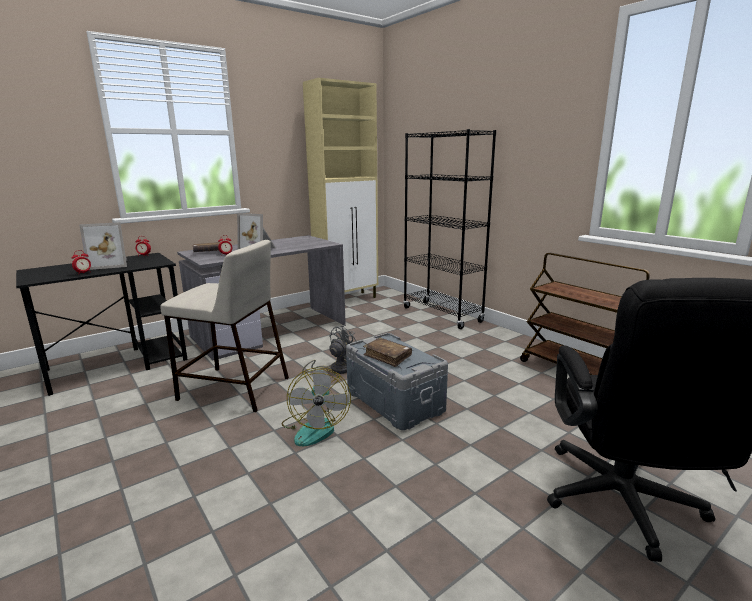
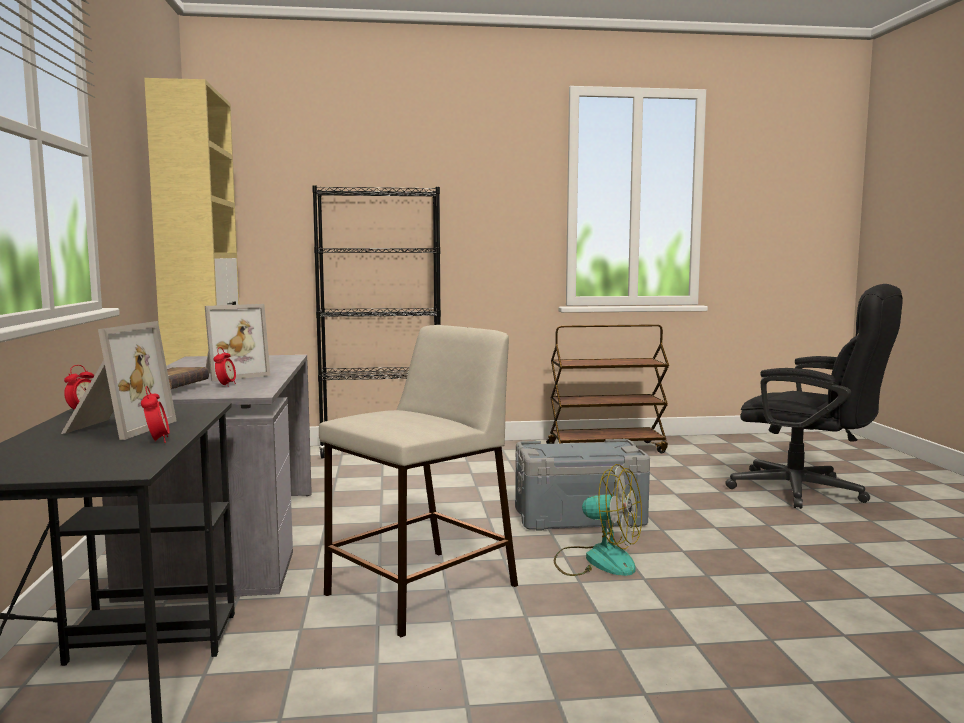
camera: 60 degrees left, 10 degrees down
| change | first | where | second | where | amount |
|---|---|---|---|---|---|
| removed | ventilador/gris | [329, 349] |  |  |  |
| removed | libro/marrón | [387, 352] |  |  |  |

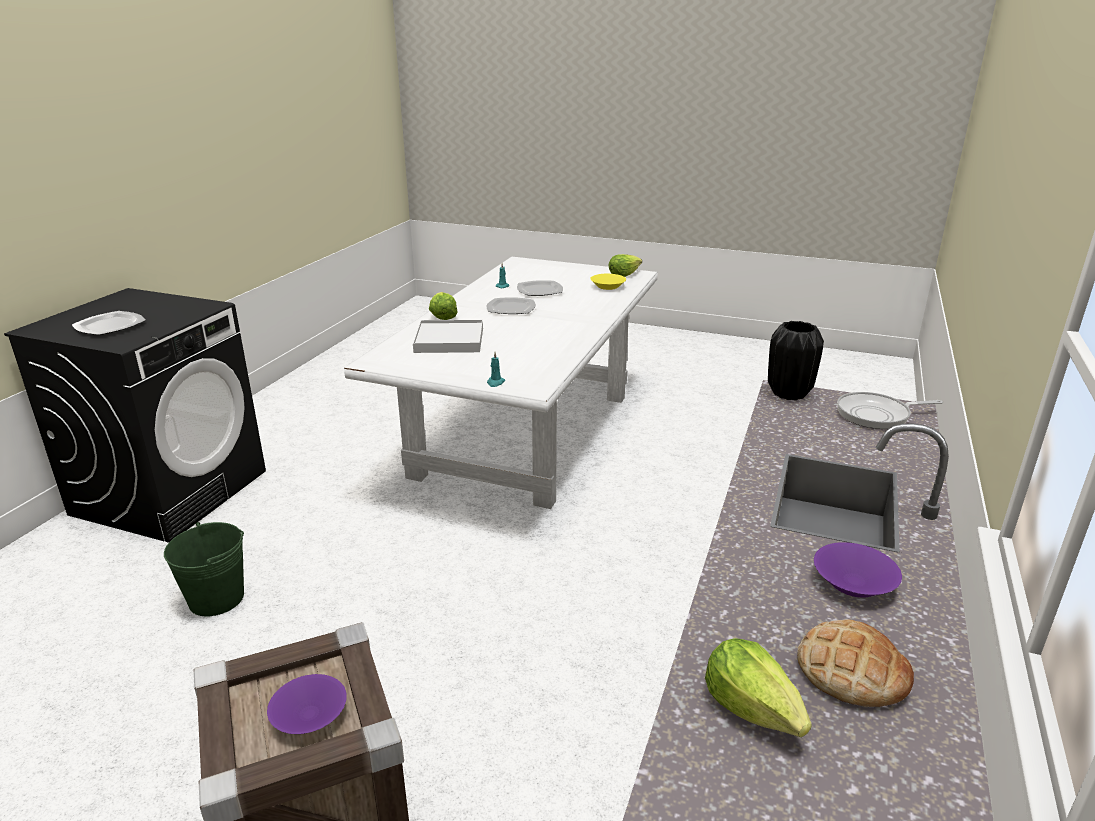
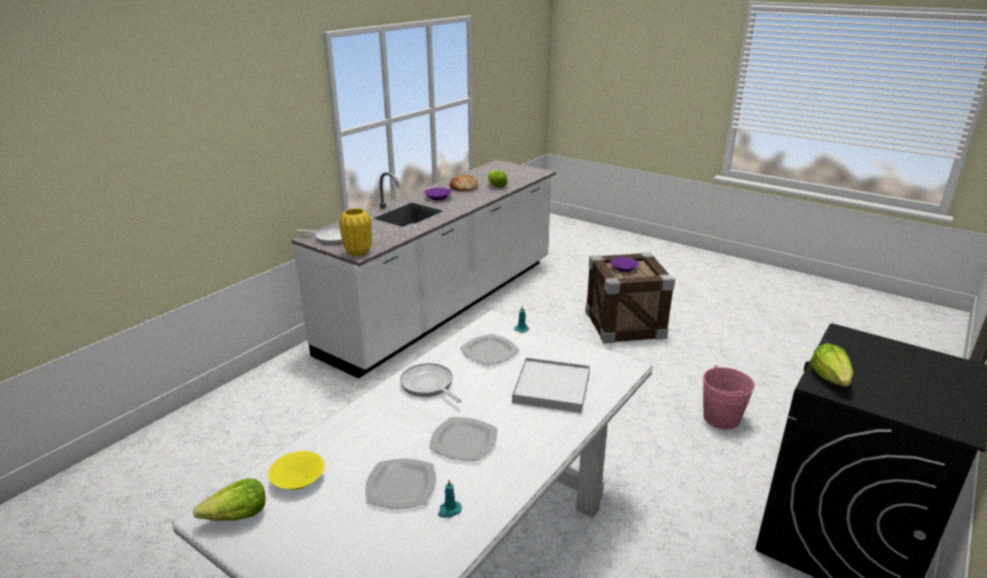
camera: 165 degrees left, 0 degrees up
| change | first | where | second | where | amount |
|---|---|---|---|---|---|
| added |  |  | sartén | [431, 383] |  |
| moved | plato | [109, 323] |  | [489, 350] |  |
| moved | lechuga | [443, 306] |  | [832, 365] |  |
| recoloured | cubo/verde | [204, 569] | cubo/rosa | [729, 397] |  |
| recoloured | florero/negro | [796, 360] | florero/amarillo | [355, 232] |  |

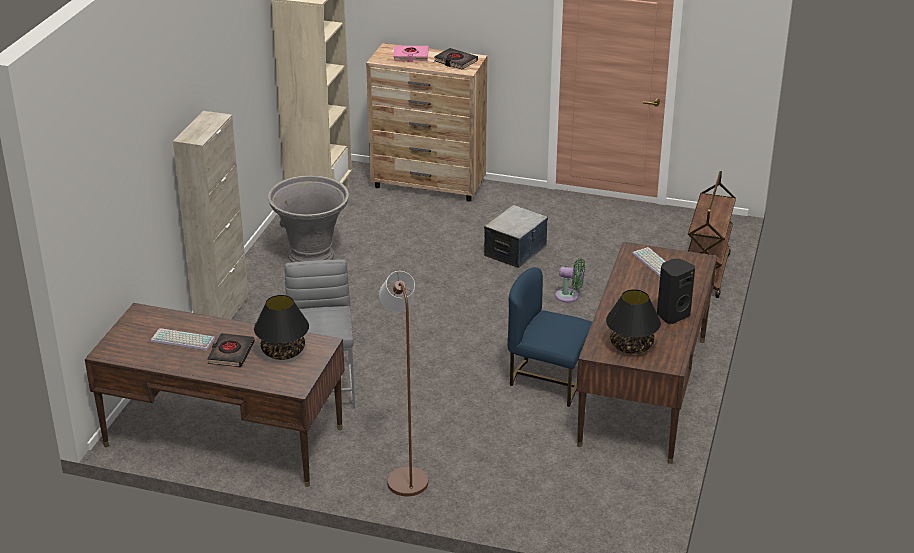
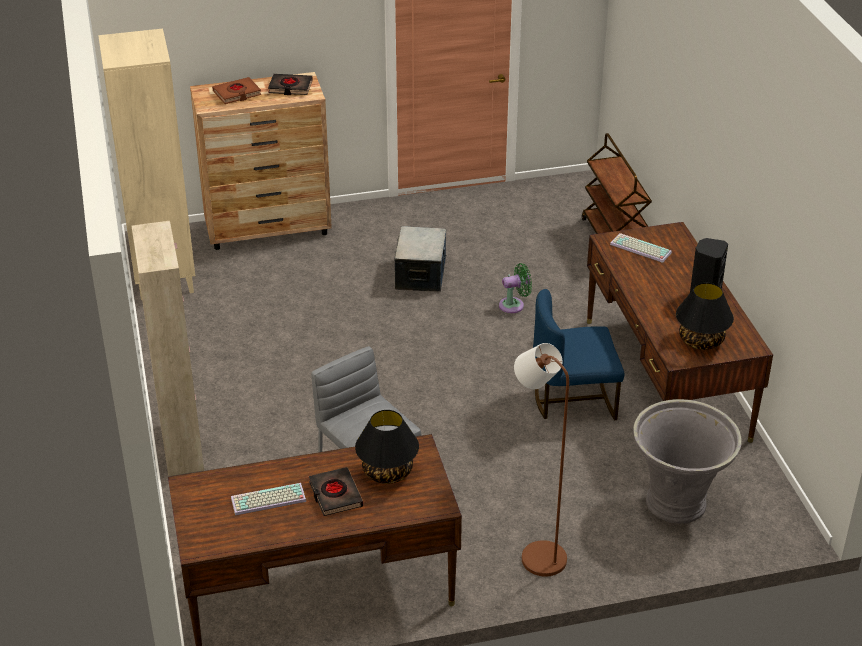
camera: 30 degrees left, 5 degrees up
| change | first | where | second | where | amount |
|---|---|---|---|---|---|
| moved | maceta/gris | [308, 218] |  | [687, 461] |  |
| recoloured | libro/rosa | [411, 54] | libro/marrón | [236, 90] |  |

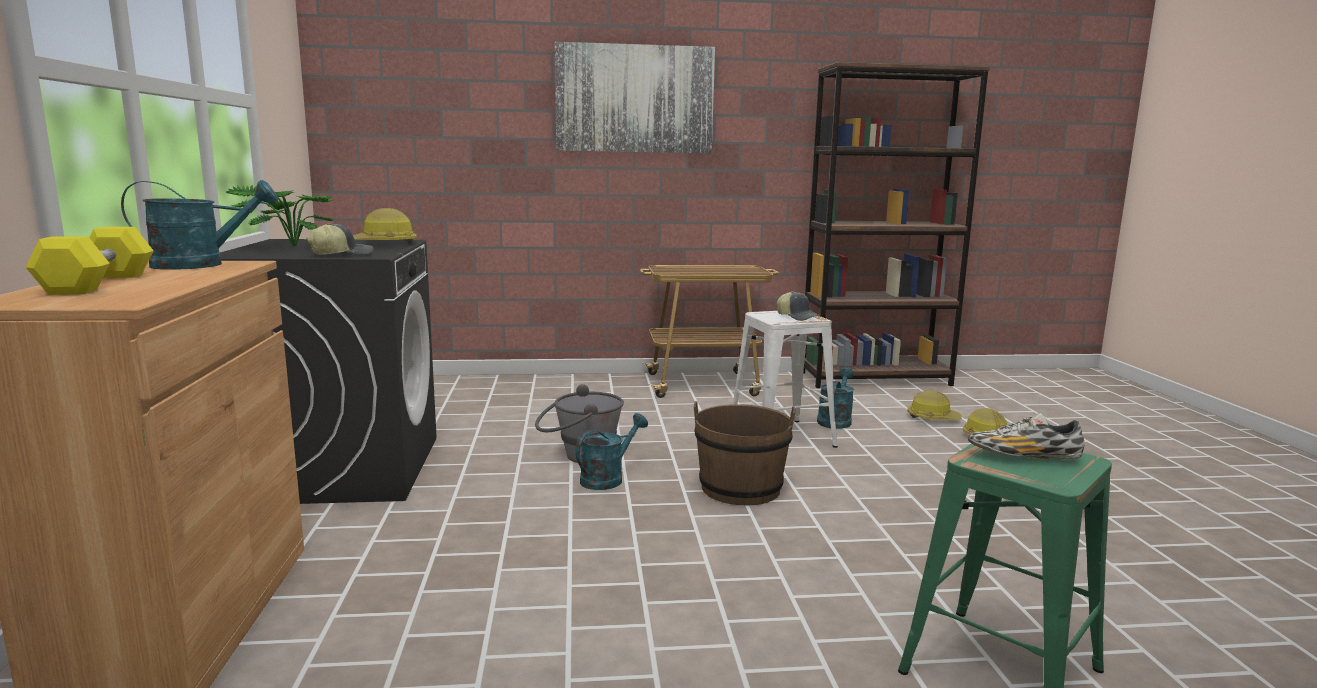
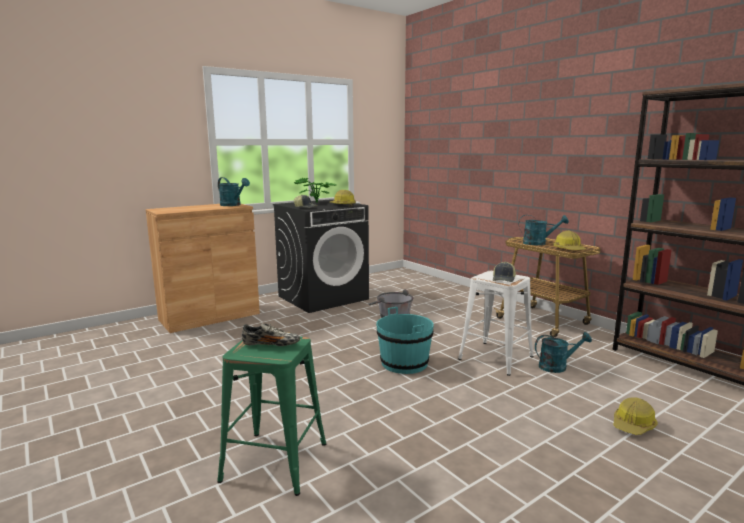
camera: 60 degrees right, 0 degrees up
| change | first | where | second | where | amount |
|---|---|---|---|---|---|
| removed | mancuerna/amarillo | [89, 261] |  |  |  |
| removed | cuadro | [635, 97] |  |  |  |
| moved | regadera/turquesa | [611, 451] |  | [544, 230] |  |
| moved | casco | [934, 405] |  | [569, 240] |  |
| recoloured | cubo/marrón | [745, 453] | cubo/turquesa | [405, 340] |  |
| turned | zapato | [1026, 436] |  | [271, 334] | 120 degrees clockwise |

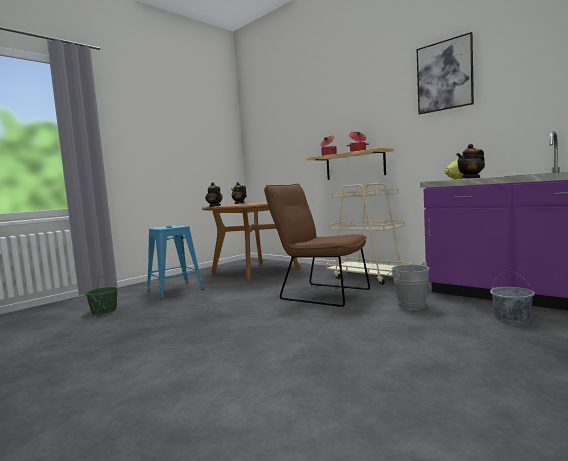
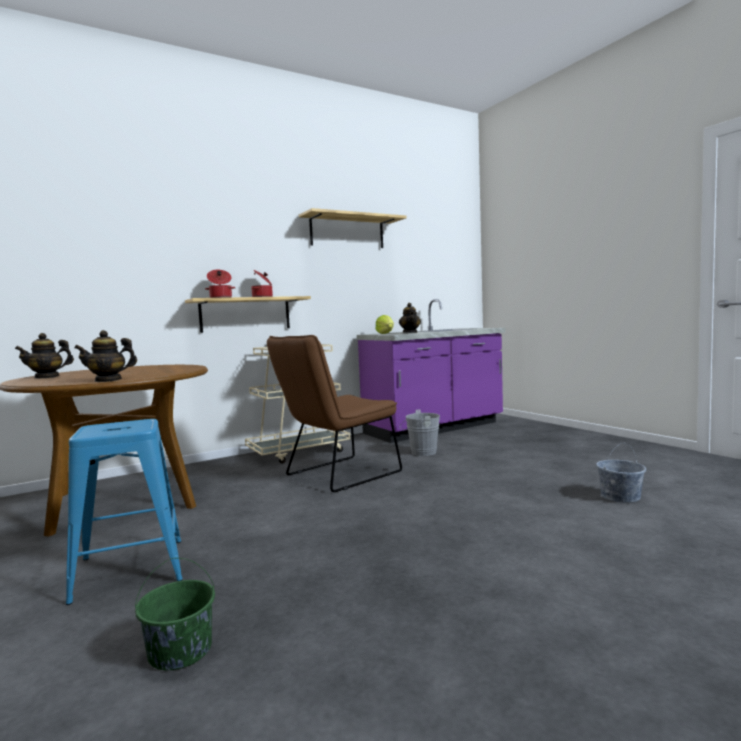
camera: 75 degrees left, 0 degrees up
| change | first | where | second | where | amount |
|---|---|---|---|---|---|
| moved | cubo/gris | [512, 297] |  | [621, 473] |  |
| replaced | cuadro | [445, 73] | estante | [352, 228] |  |

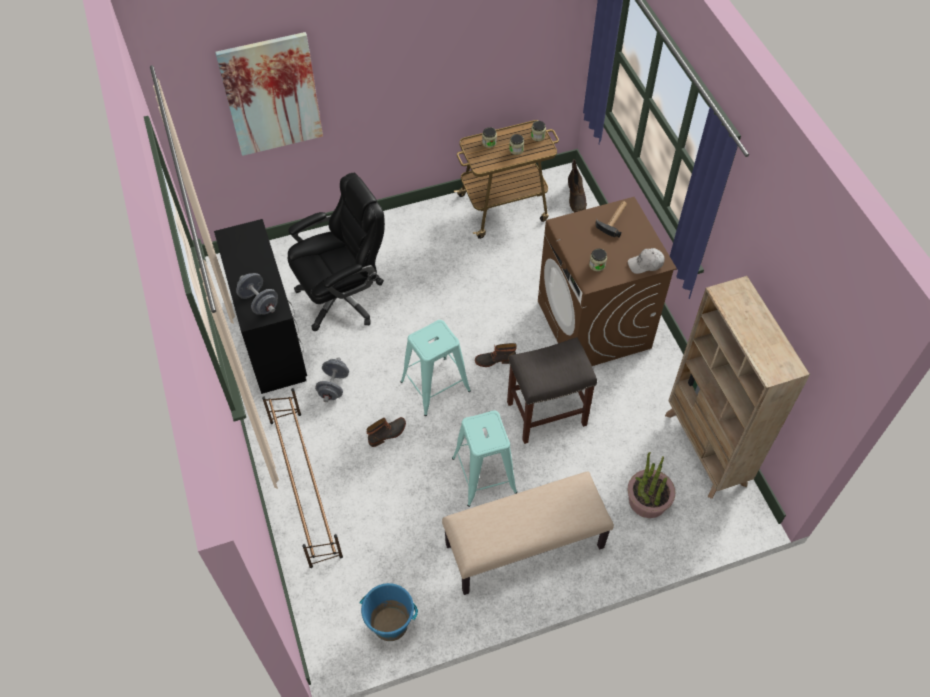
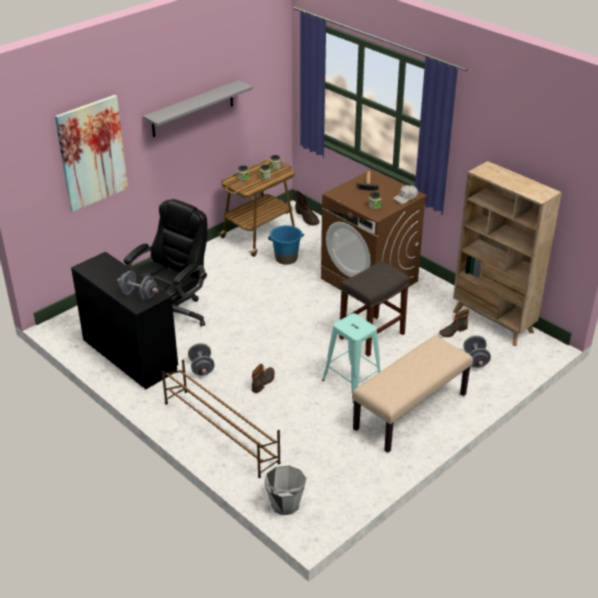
camera: 25 degrees left, 20 degrees down
| change | first | where | second | where | amount |
|---|---|---|---|---|---|
| removed | taburete/turquesa | [435, 368] |  |  |  |
| added |  |  | estante/gris | [198, 108] |  |
| added |  |  | cubo/gris | [285, 490] |  |
| moved | cubo/azul | [388, 612] |  | [286, 245] |  |
| moved | bota | [496, 355] |  | [454, 323] |  |
| replaced | planta en maceta | [651, 485] | mancuerna/gris | [477, 351] |  |

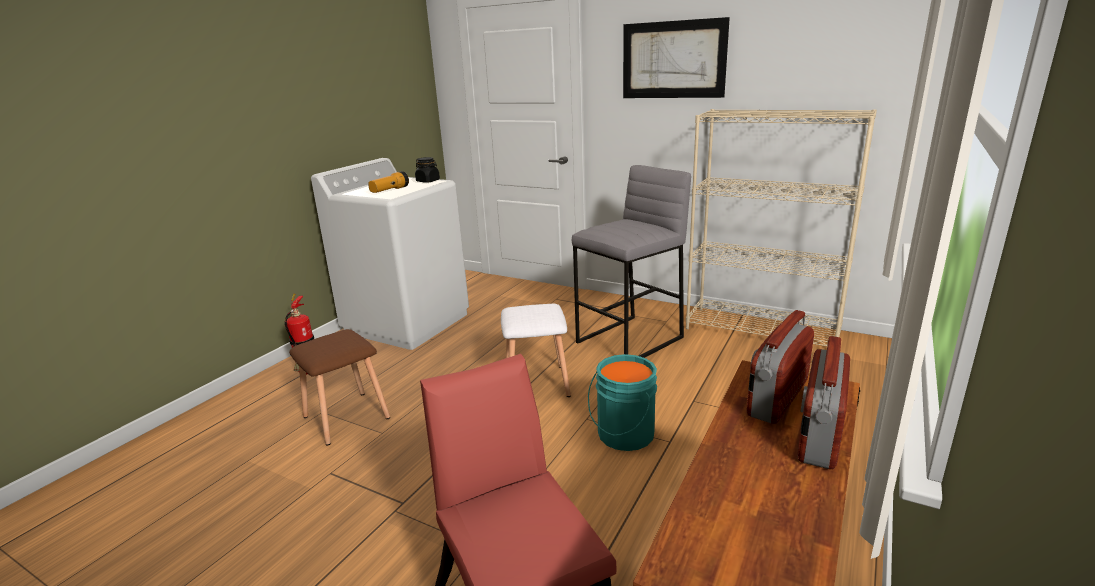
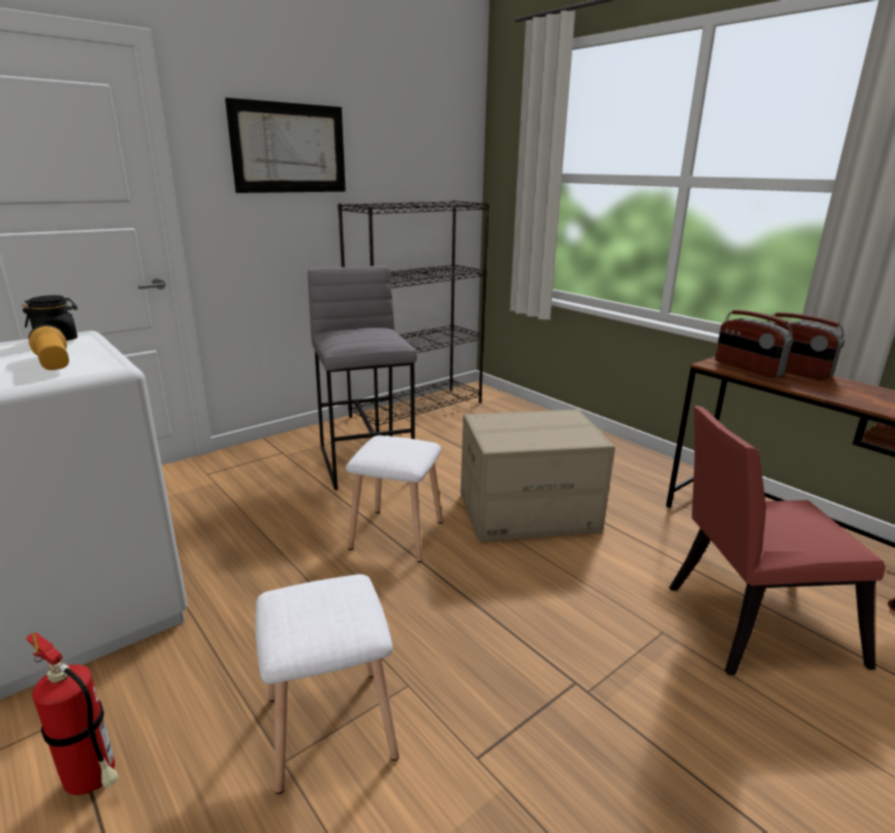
camera: 70 degrees left, 0 degrees up
| change | first | where | second | where | amount |
|---|---|---|---|---|---|
| replaced | cubo/turquesa | [622, 402] | caja de cartón | [538, 475] |  |
| recoloured | taburete/marrón | [339, 387] | taburete/blanco | [327, 684] |  |
| recoloured | estantería/beis | [781, 227] | estantería/negro | [413, 316] |  |

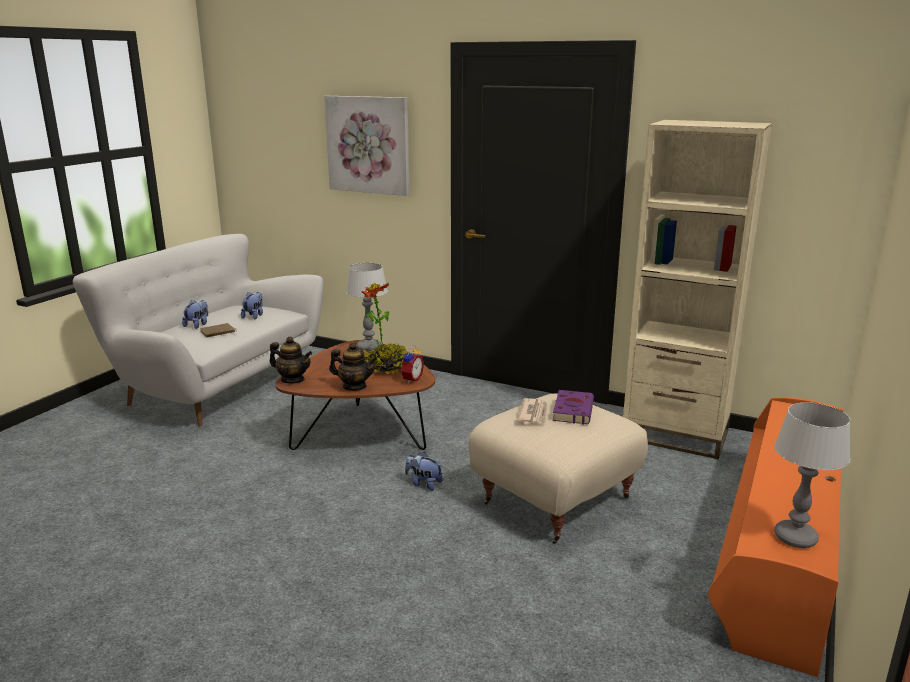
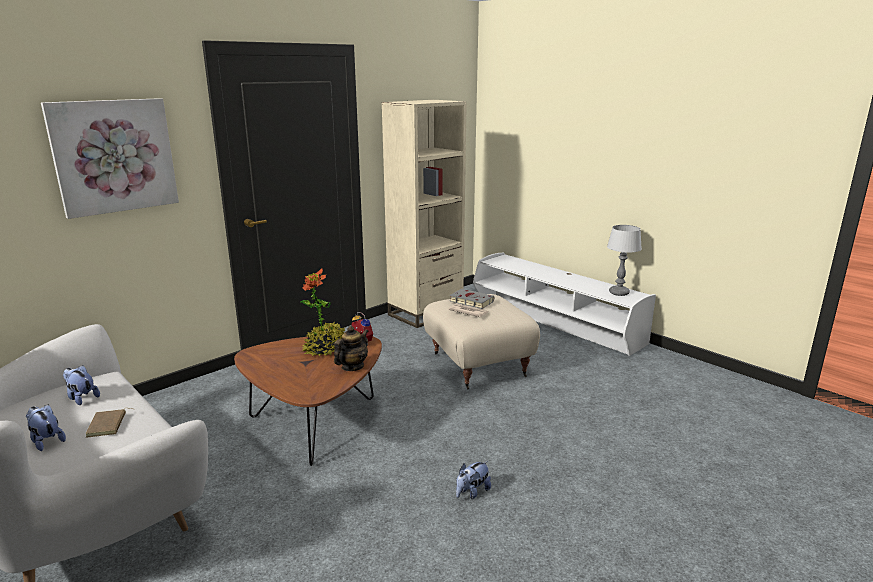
camera: 70 degrees left, 0 degrees up
| change | first | where | second | where | amount |
|---|---|---|---|---|---|
| removed | tetera | [291, 360] |  |  |  |
| removed | lámpara de mesa | [367, 307] |  |  |  |
| moved | peluche | [424, 471] |  | [473, 480] |  |
| recoloured | libro/morado | [573, 407] | libro/gris | [472, 299] |  |
| recoloured | mueble de televisión/naranja | [775, 537] | mueble de televisión/blanco | [564, 304] |  |

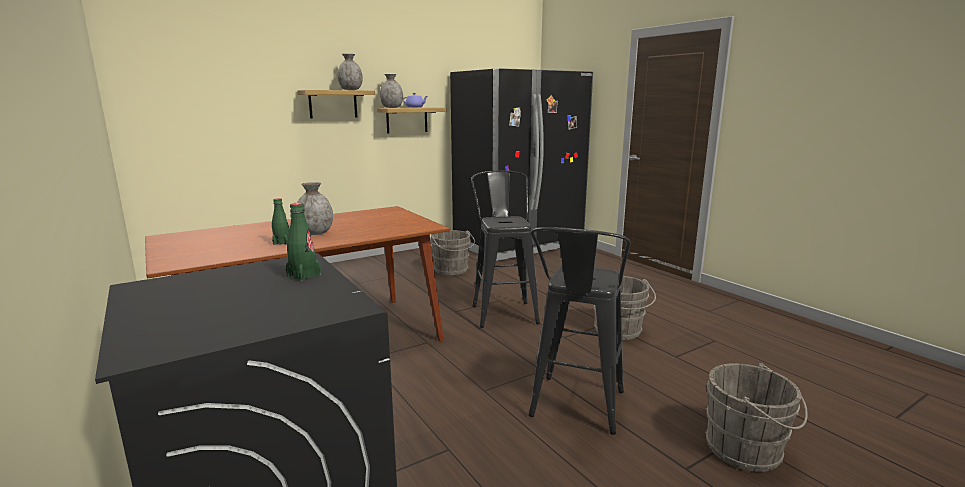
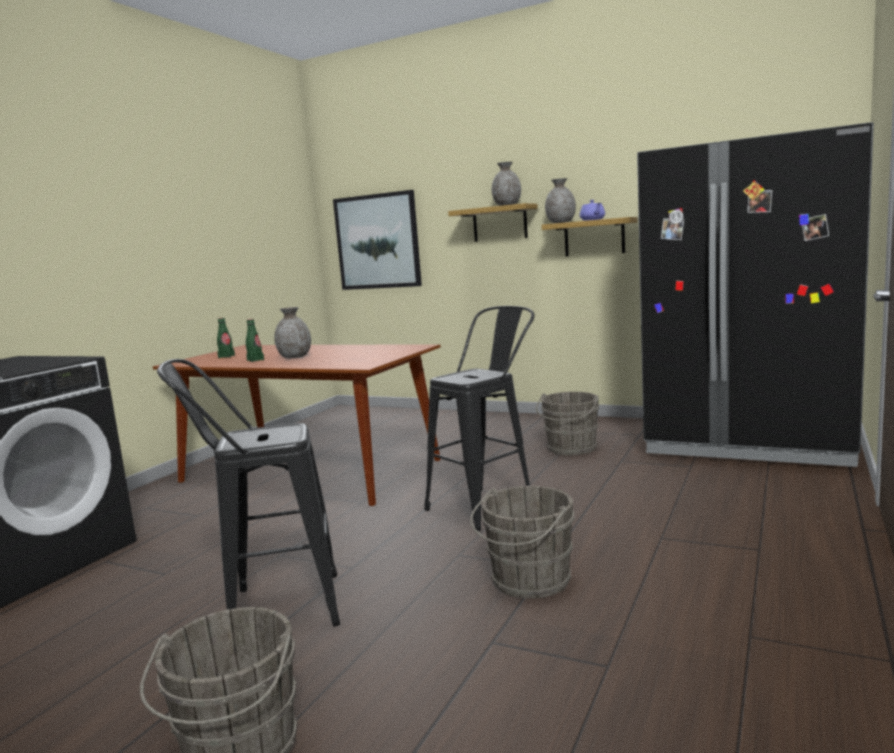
camera: 60 degrees right, 5 degrees down
| change | first | where | second | where | amount |
|---|---|---|---|---|---|
| added |  |  | cuadro | [377, 240] |  |
| moved | botella/verde | [303, 242] |  | [226, 338] |  |

